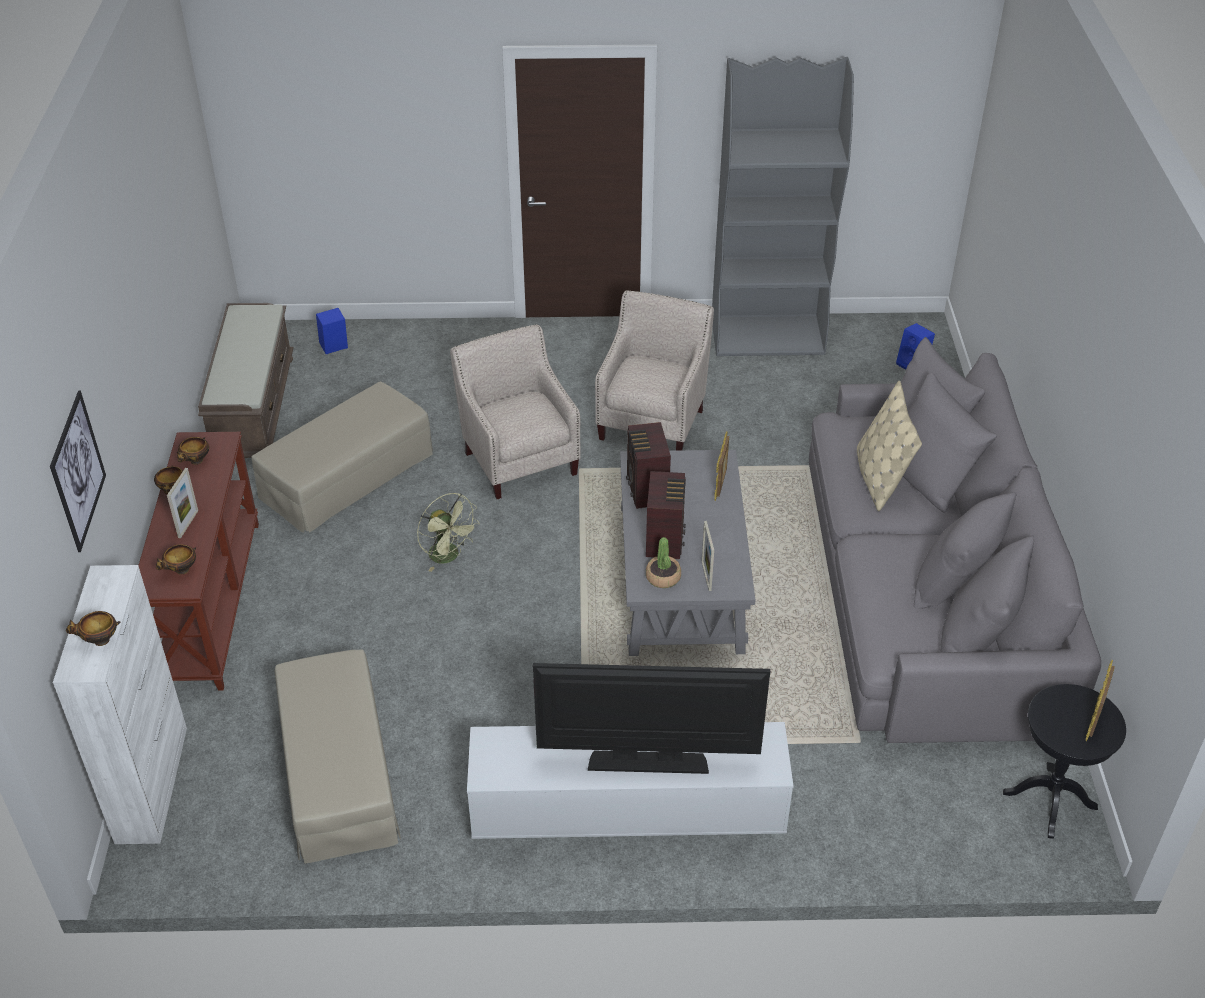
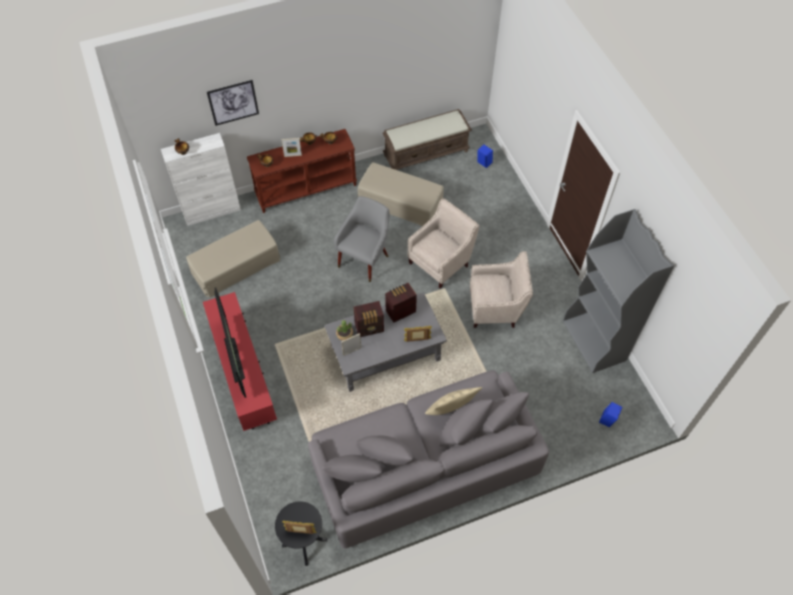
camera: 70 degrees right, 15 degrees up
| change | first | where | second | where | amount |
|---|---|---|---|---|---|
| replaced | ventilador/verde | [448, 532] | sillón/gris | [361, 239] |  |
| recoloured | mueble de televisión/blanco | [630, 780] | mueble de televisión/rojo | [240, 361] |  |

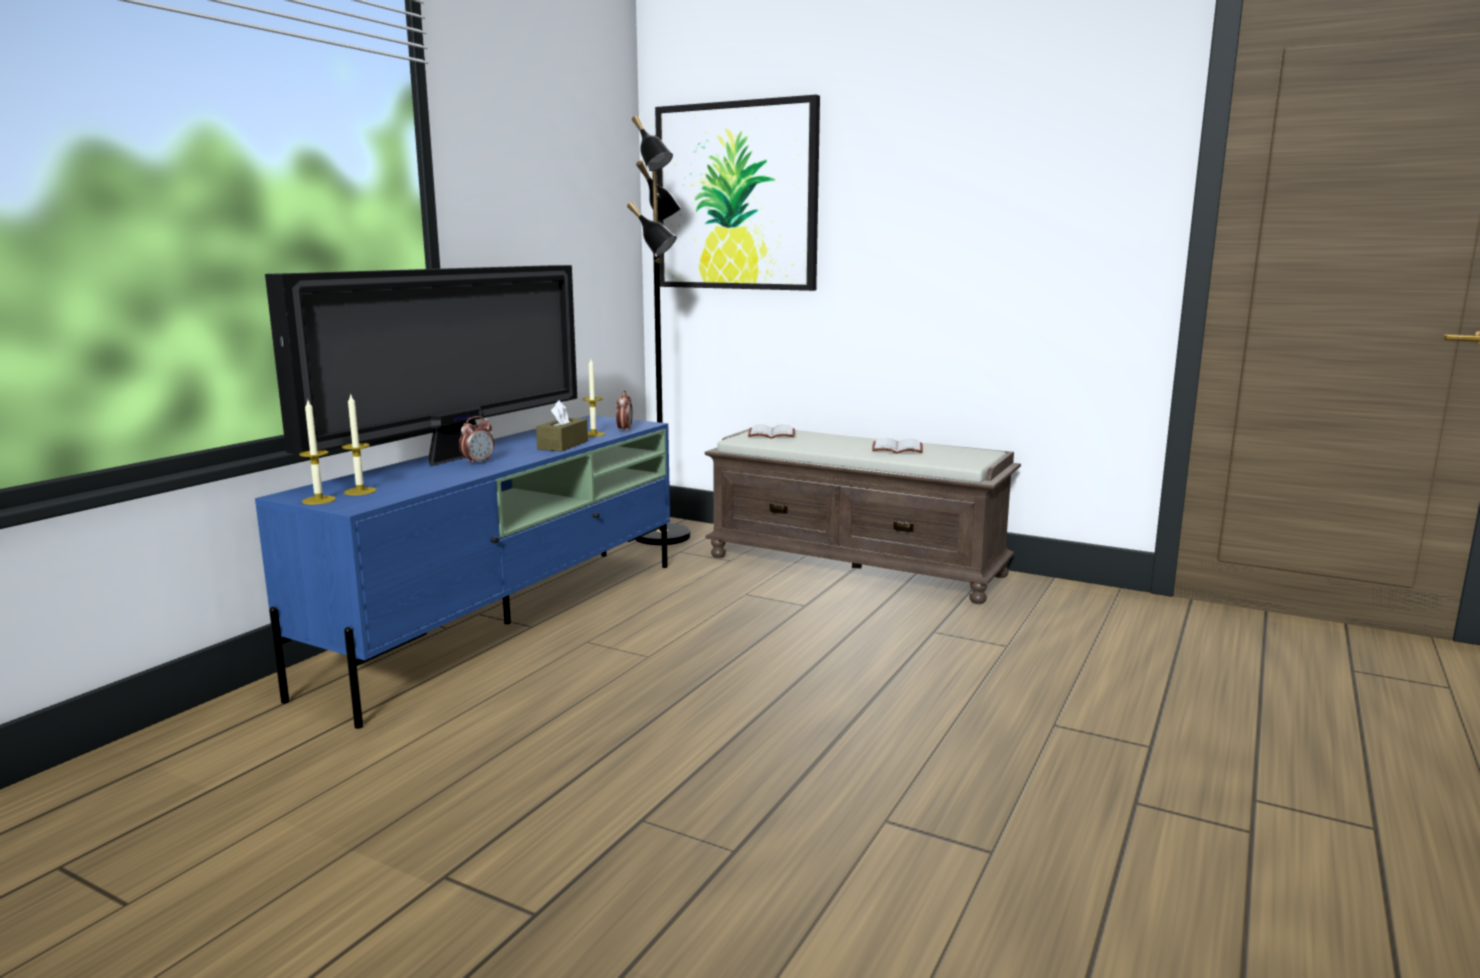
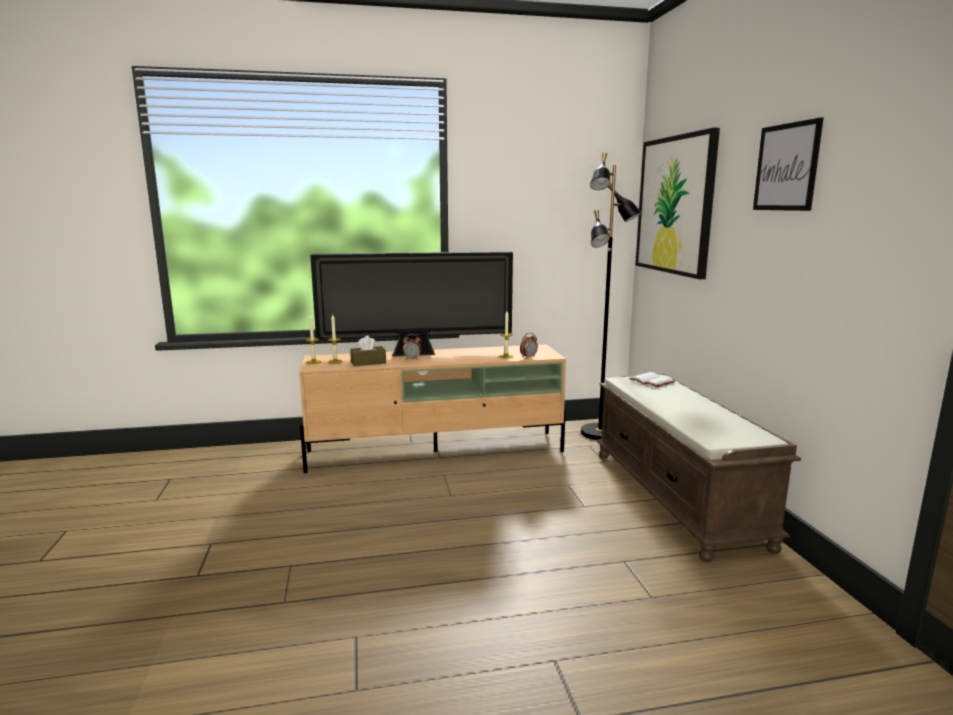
camera: 50 degrees right, 0 degrees up
| change | first | where | second | where | amount |
|---|---|---|---|---|---|
| removed | libro/blanco | [897, 445] |  |  |  |
| added |  |  | cuadro | [788, 164] |  |
| moved | caja de pañuelos/marrón | [562, 426] |  | [368, 351] |  |
| recoloured | mueble de televisión/azul | [462, 572] | mueble de televisión/beis | [432, 408] |  |

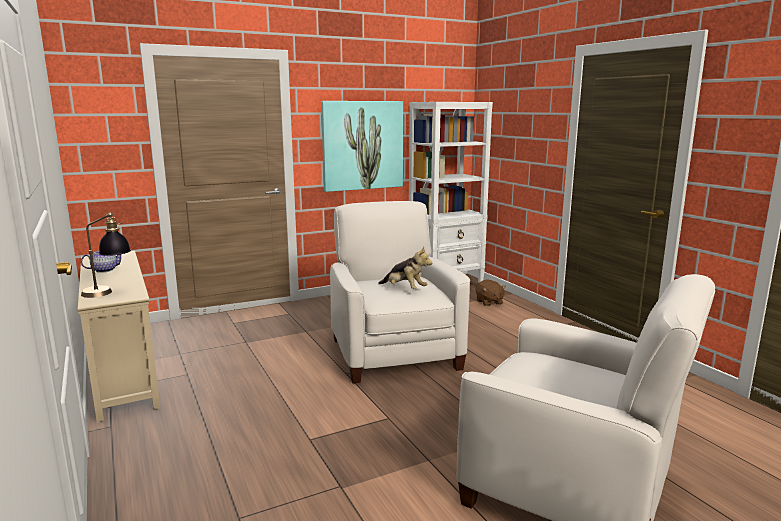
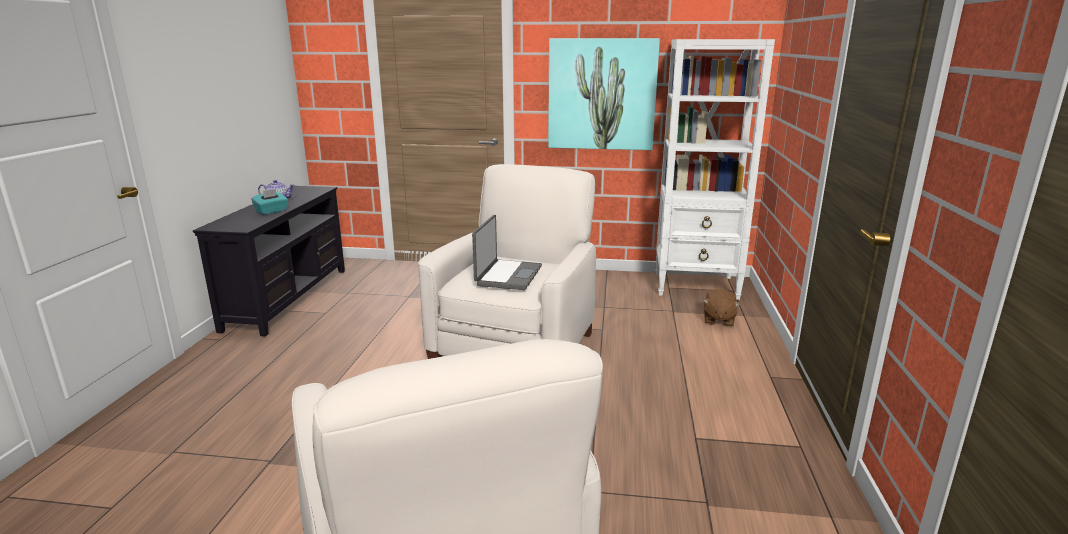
camera: 35 degrees right, 5 degrees up
| change | first | where | second | where | amount |
|---|---|---|---|---|---|
| removed | lámpara de mesa | [106, 255] |  |  |  |
| added |  |  | caja de pañuelos/turquesa | [269, 202] |  |
| replaced | peluche | [405, 268] | portátil | [507, 252] |  |
| recoloured | mueble de televisión/beis | [119, 336] | mueble de televisión/negro | [269, 261] |  |

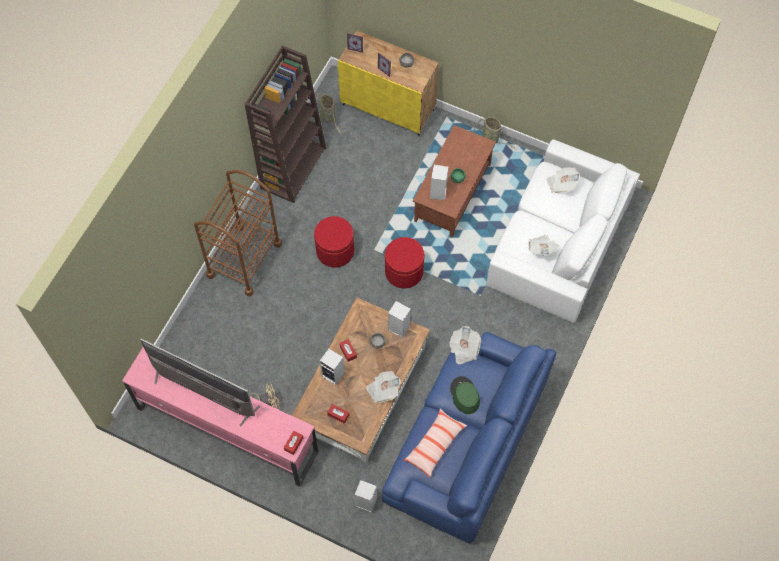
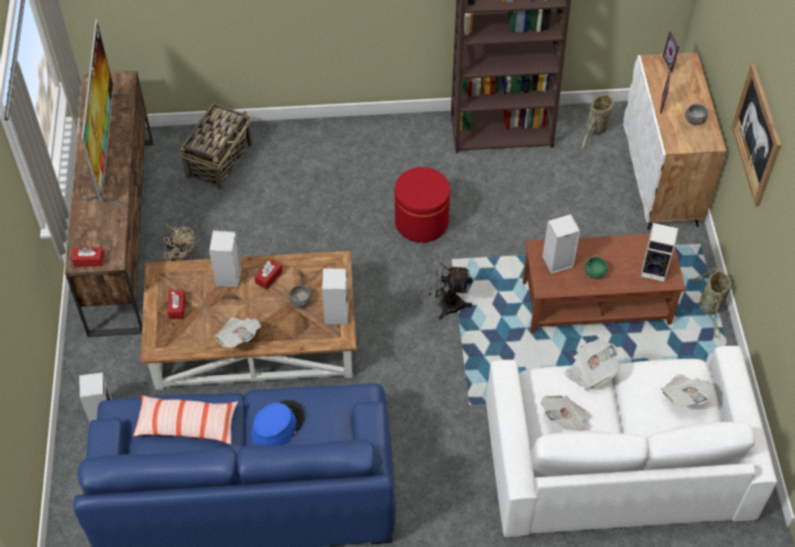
camera: 60 degrees right, 10 degrees down
| change | first | where | second | where | amount |
|---|---|---|---|---|---|
| removed | carrito/marrón | [238, 233] |  |  |  |
| added |  |  | cesta | [216, 146] |  |
| added |  |  | altavoz | [659, 252] |  |
| added |  |  | cuadro | [756, 135] |  |
| moved | periódico | [465, 345] |  | [592, 365] |  |
| replaced | puf/rojo | [405, 262] | ventilador/gris | [449, 286] |  |
| recoloured | mueble de televisión/rosa | [220, 417] | mueble de televisión/marrón | [109, 203] |  |
| recoloured | armario/amarillo | [388, 83] | armario/blanco | [674, 141] |  |
| recoloured | sombrero/verde | [465, 395] | sombrero/azul | [278, 422] |  |

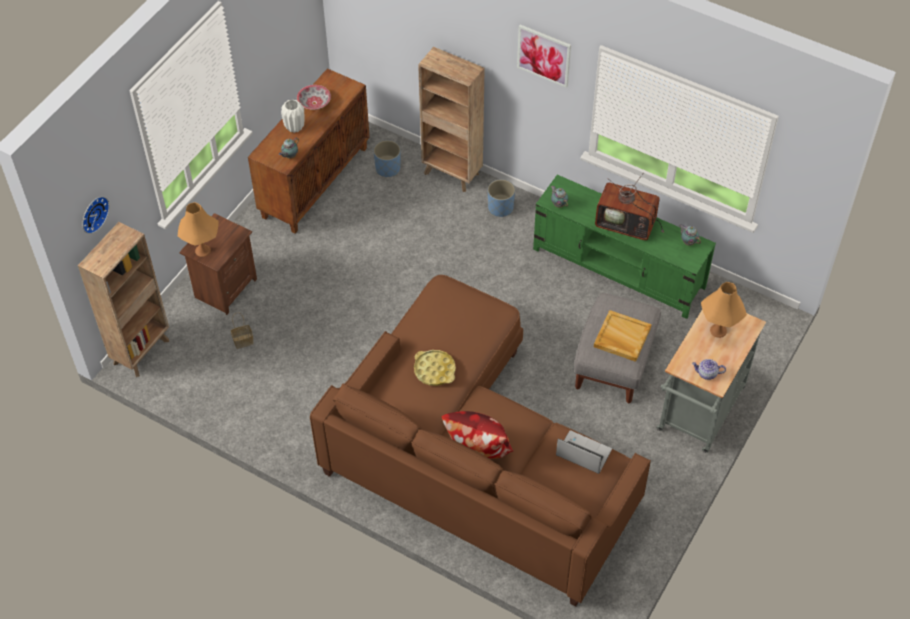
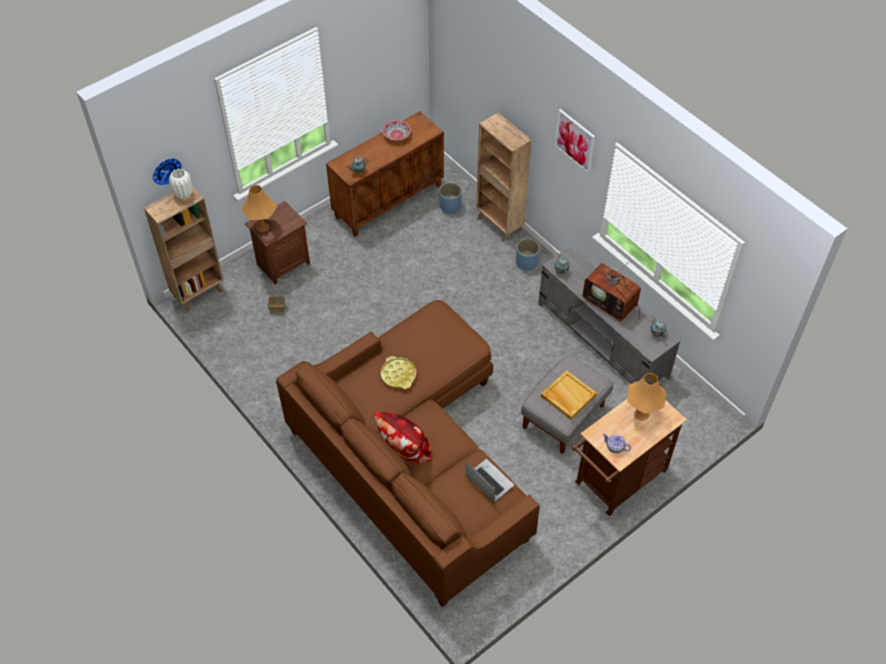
camera: 20 degrees right, 0 degrees up
| change | first | where | second | where | amount |
|---|---|---|---|---|---|
| moved | florero/blanco | [292, 116] |  | [180, 184] |  |
| recoloured | mueble de televisión/verde | [624, 247] | mueble de televisión/gris | [609, 316] |  |
| recoloured | carrito/gris | [711, 381] | carrito/marrón | [629, 457] |  |

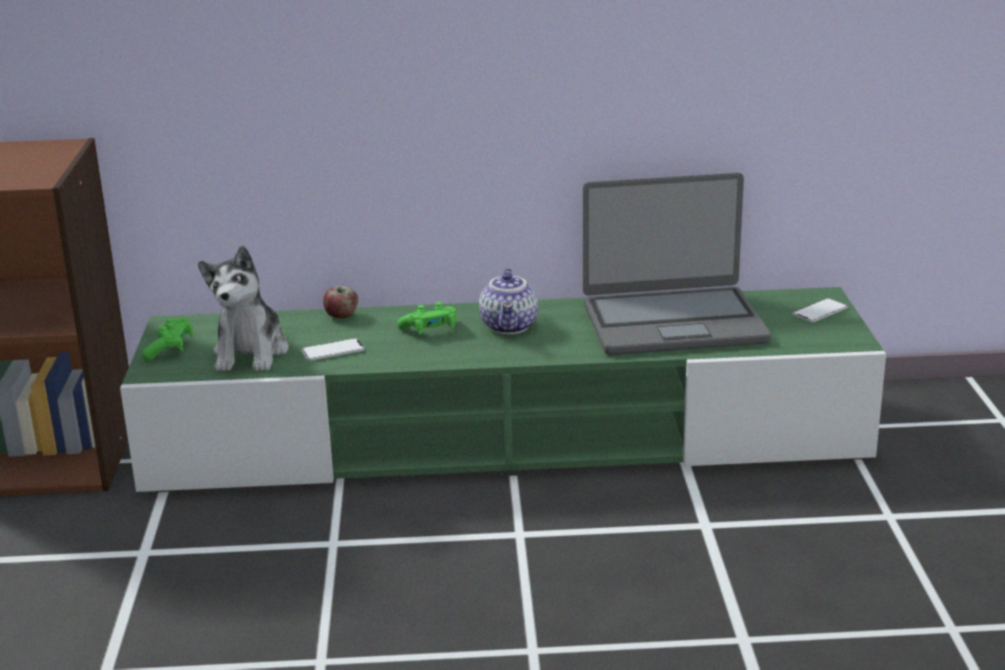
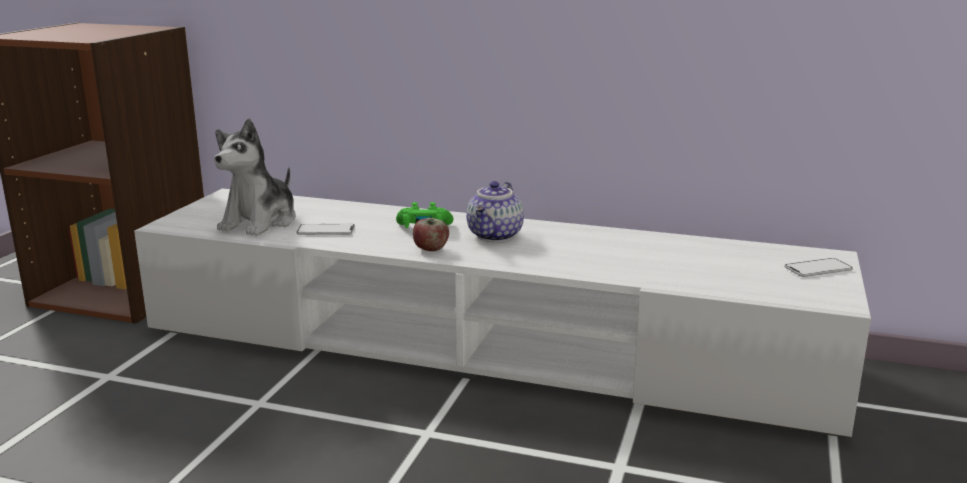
camera: 20 degrees right, 5 degrees down
| change | first | where | second | where | amount |
|---|---|---|---|---|---|
| removed | mando de consola/verde | [167, 339] |  |  |  |
| removed | portátil | [677, 264] |  |  |  |
| moved | manzana | [340, 302] |  | [431, 234] |  |
| recoloured | mueble de televisión/verde | [503, 390] | mueble de televisión/blanco | [502, 312] |  |

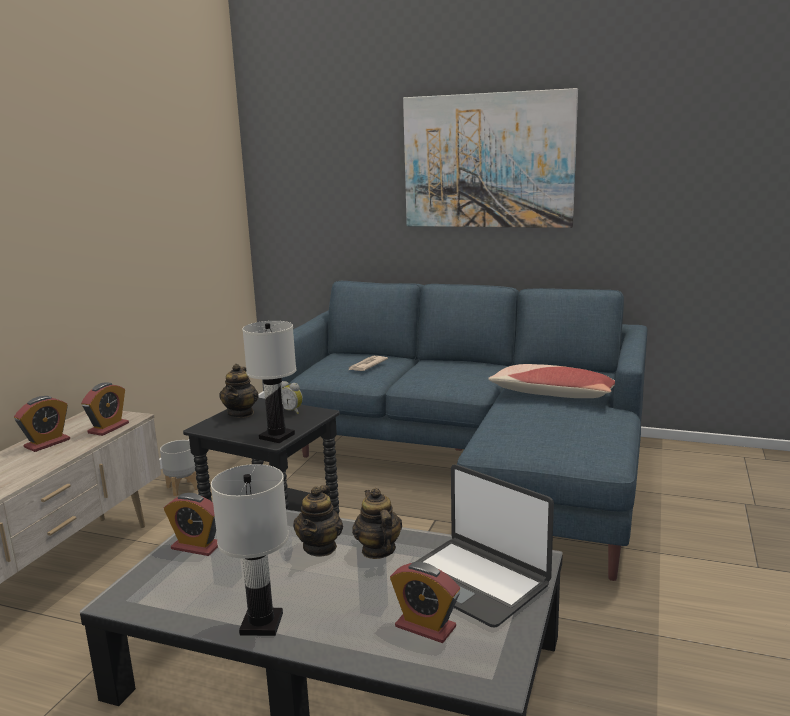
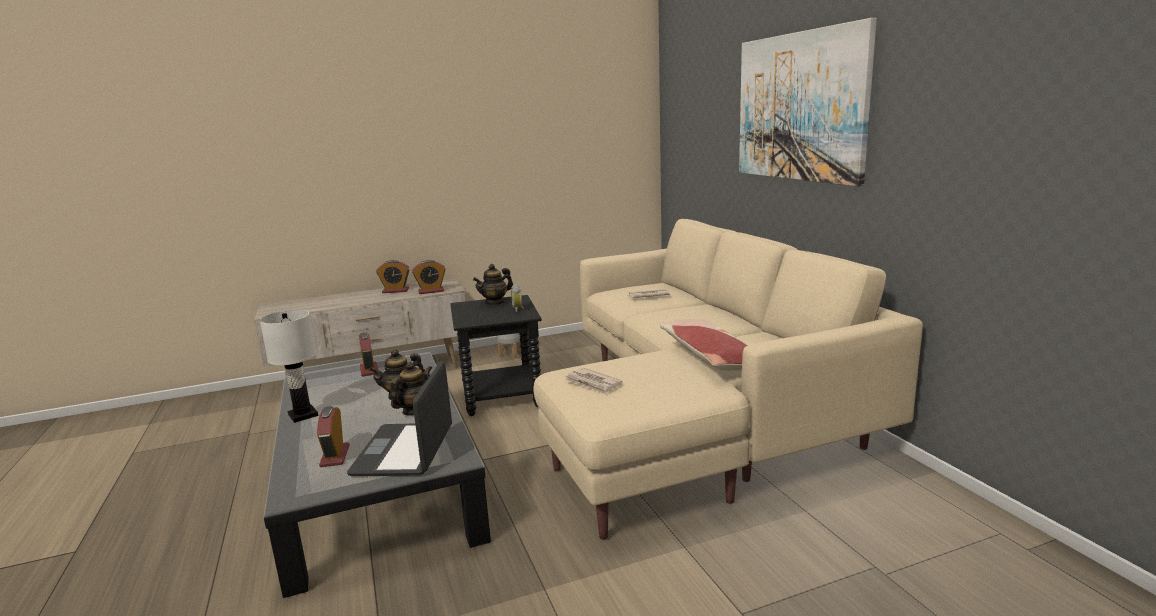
camera: 50 degrees right, 0 degrees up
| change | first | where | second | where | amount |
|---|---|---|---|---|---|
| removed | lámpara de mesa/blanco | [269, 382] |  |  |  |
| added |  |  | periódico | [593, 381] |  |
| recoloured | sofá/azul | [464, 431] | sofá/beis | [728, 379] |  |

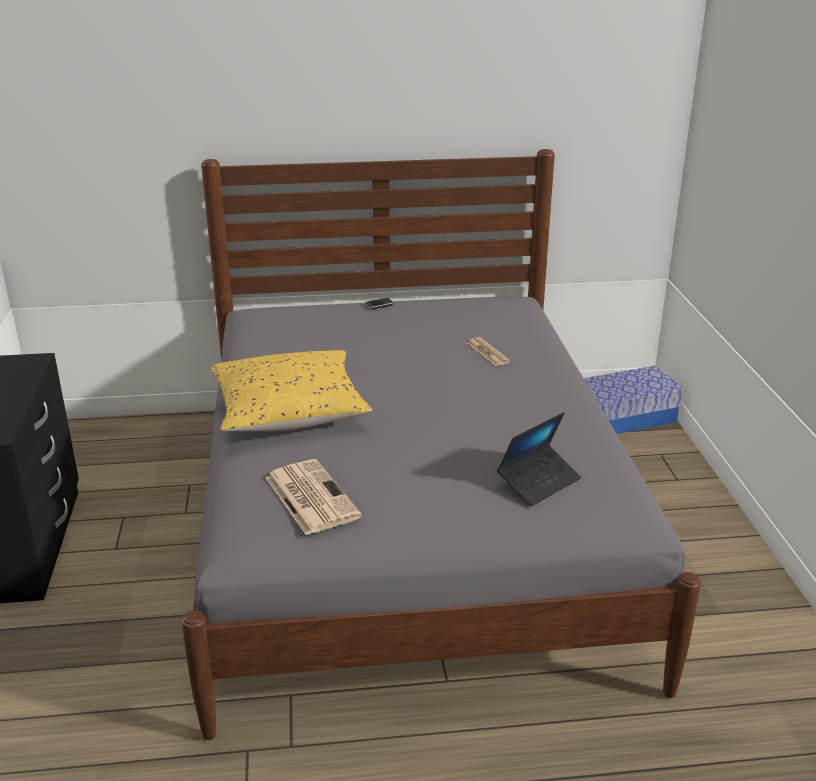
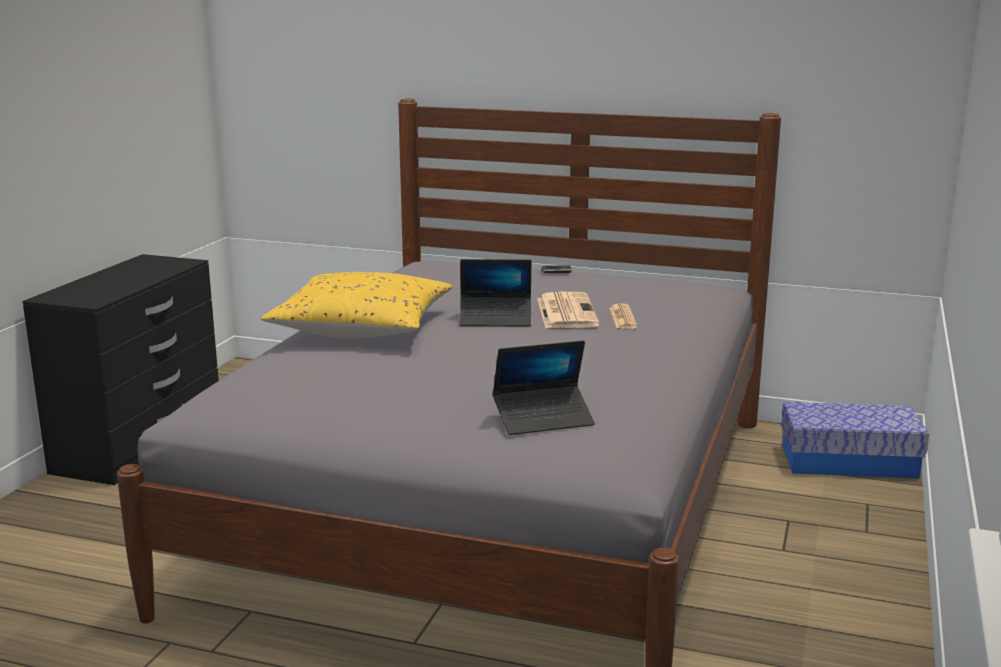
camera: 25 degrees right, 10 degrees down
| change | first | where | second | where | amount |
|---|---|---|---|---|---|
| added |  |  | portátil | [495, 292] |  |
| moved | periódico | [314, 497] |  | [568, 310] |  |

